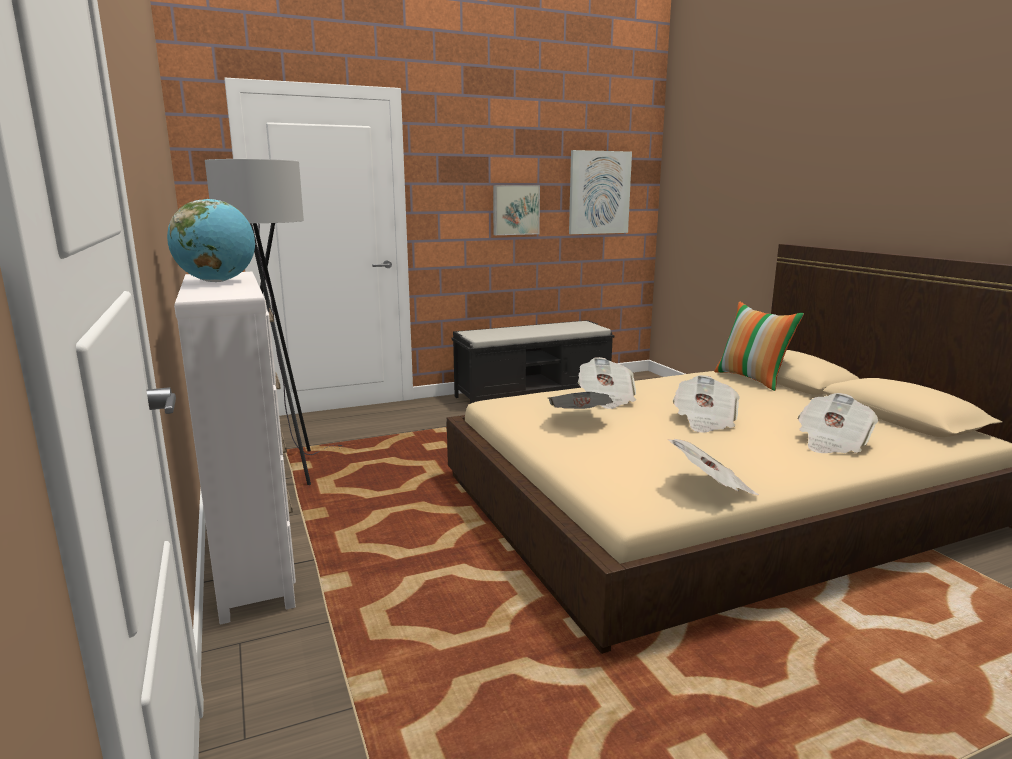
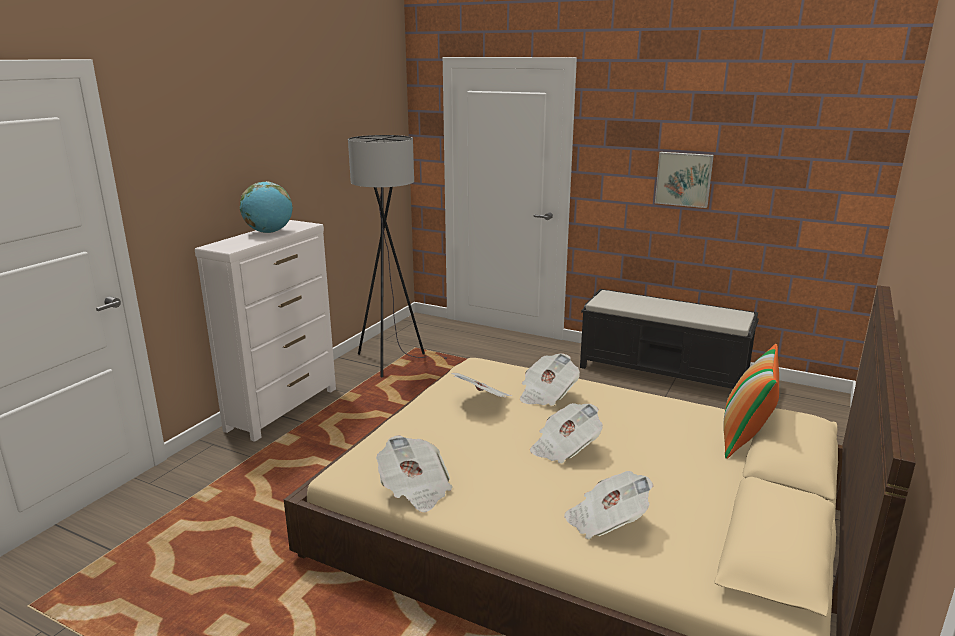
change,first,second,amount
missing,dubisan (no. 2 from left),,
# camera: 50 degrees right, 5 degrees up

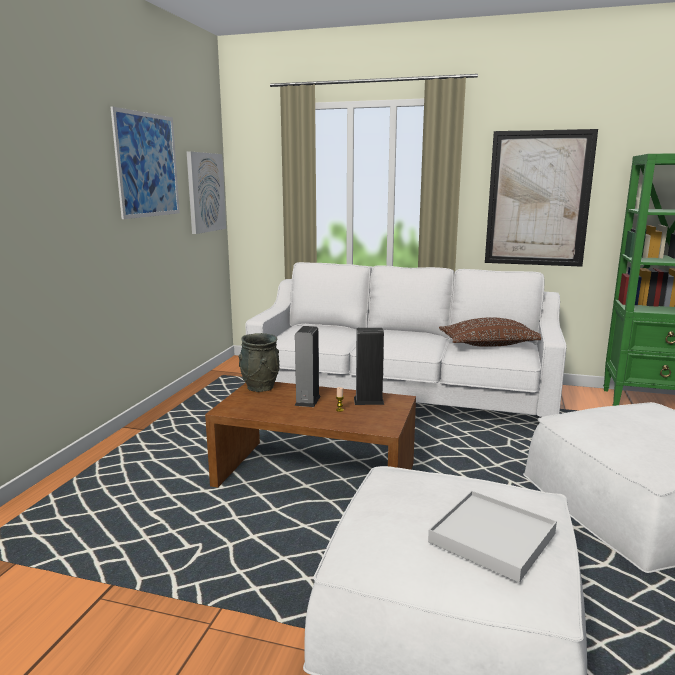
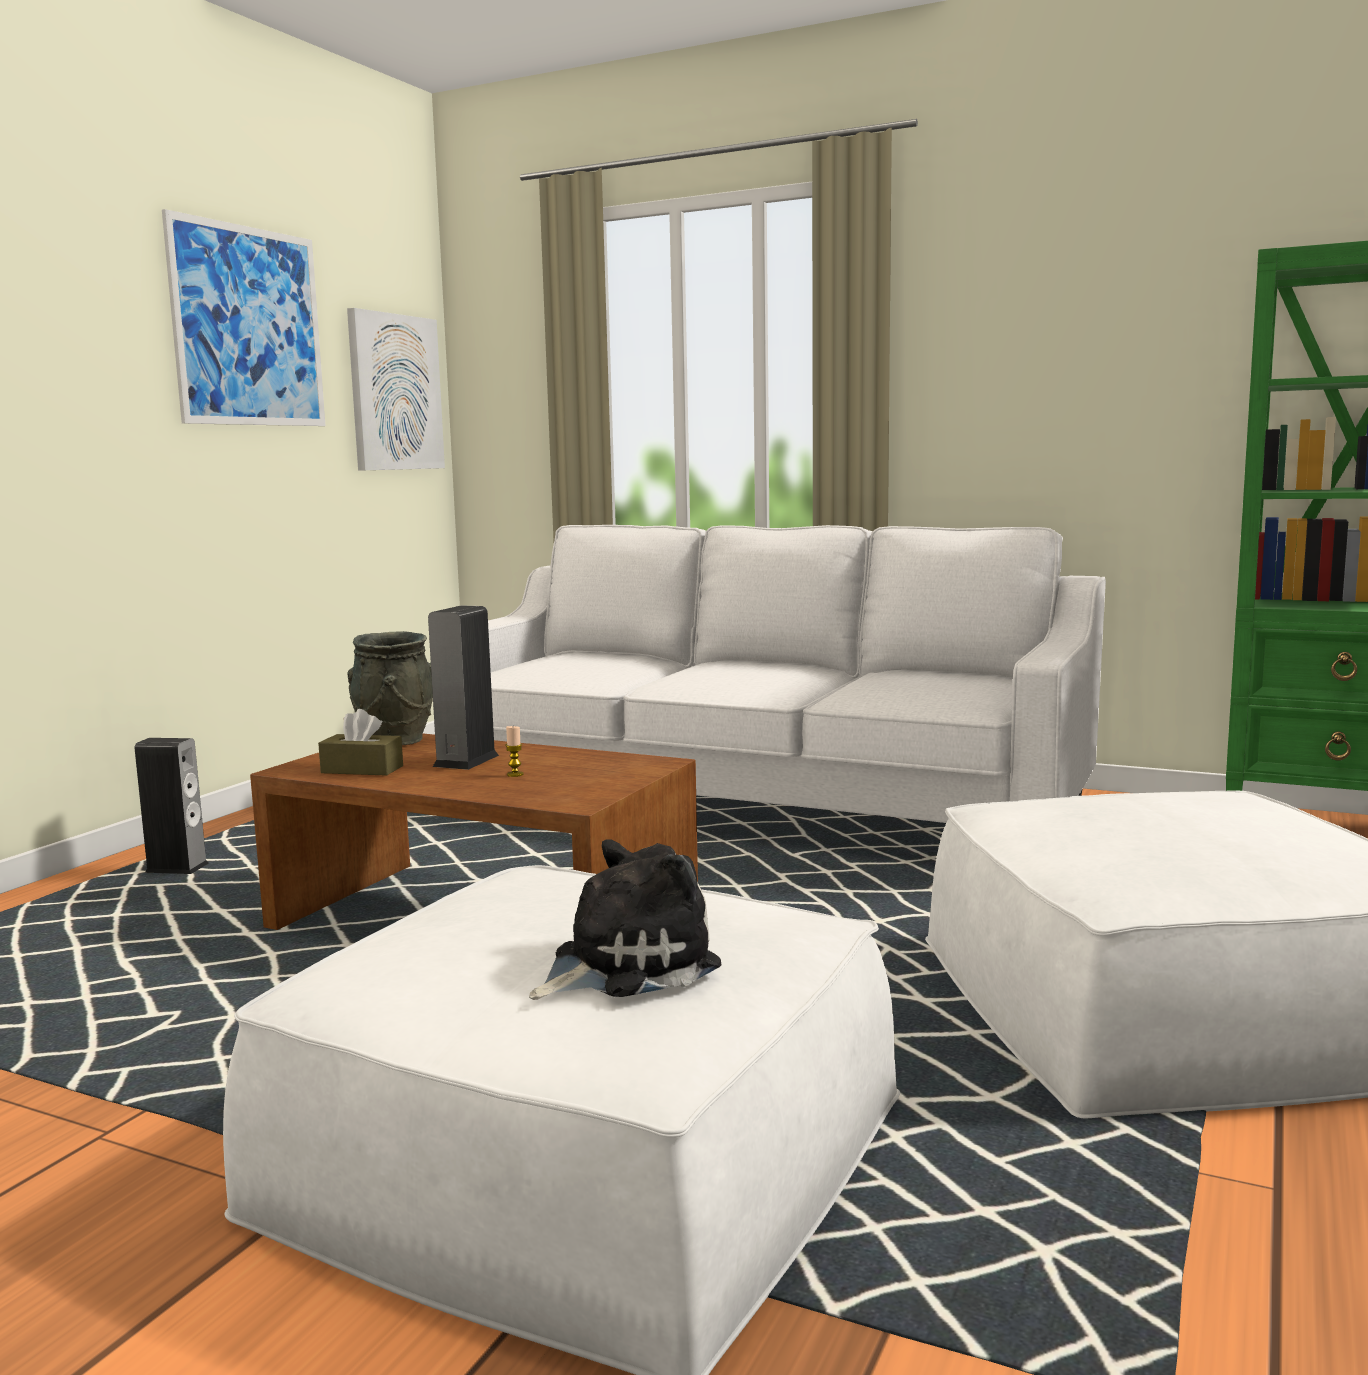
change,first,second,amount
missing,dubisan (no. 3 from left),,
missing,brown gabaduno,,
relocated,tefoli (no. 2 from left in the first image),tefoli (no. 1 from left),
exchanged,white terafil,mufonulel,
appeared,,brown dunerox,
# camera: 10 degrees right, 5 degrees down

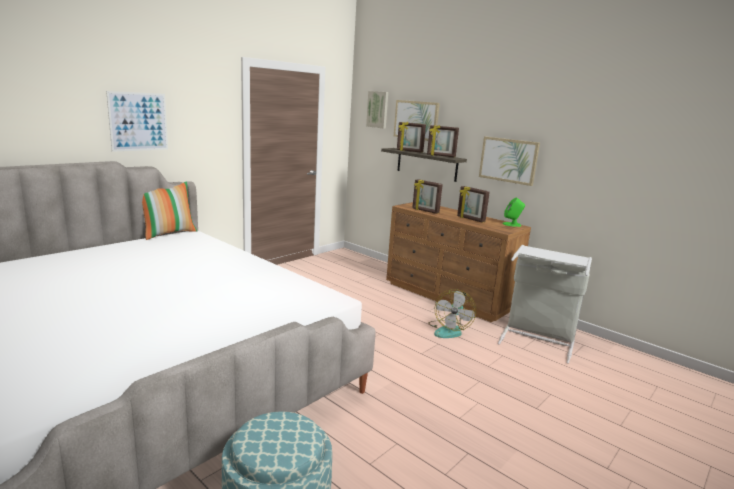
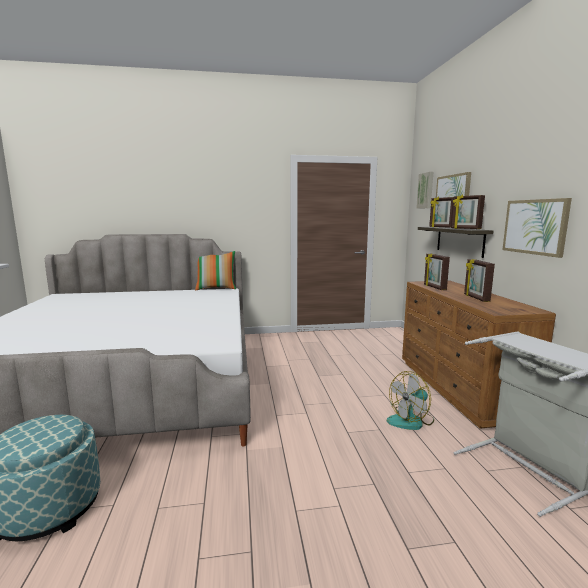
change,first,second,amount
missing,dubisan (no. 1 from left),,
missing,green tefoli,,
# camera: 40 degrees right, 5 degrees down

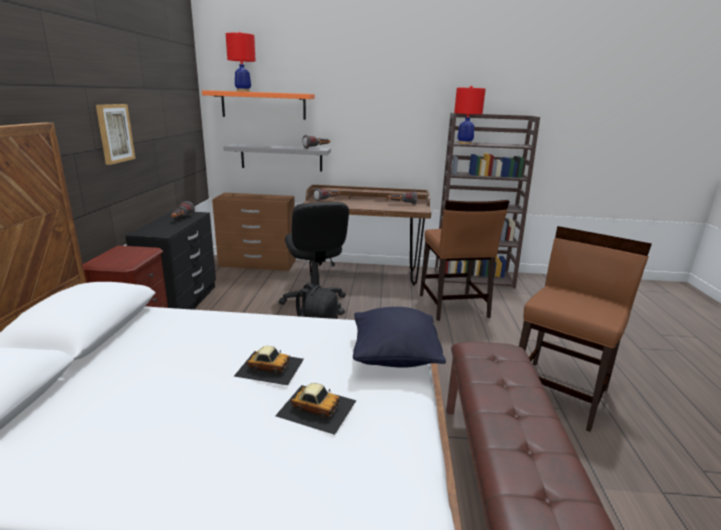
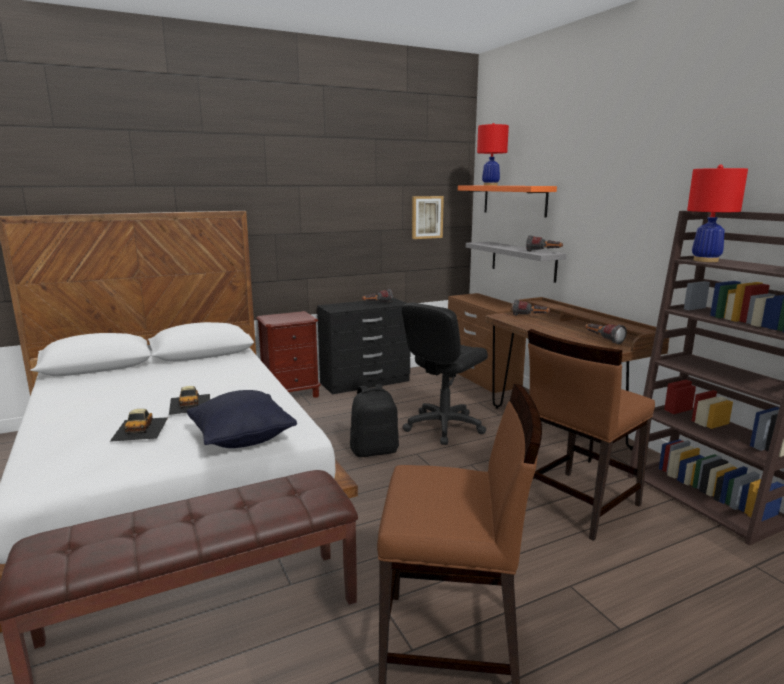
change,first,second,amount
relocated,dubisan,,
# camera: 60 degrees right, 5 degrees down

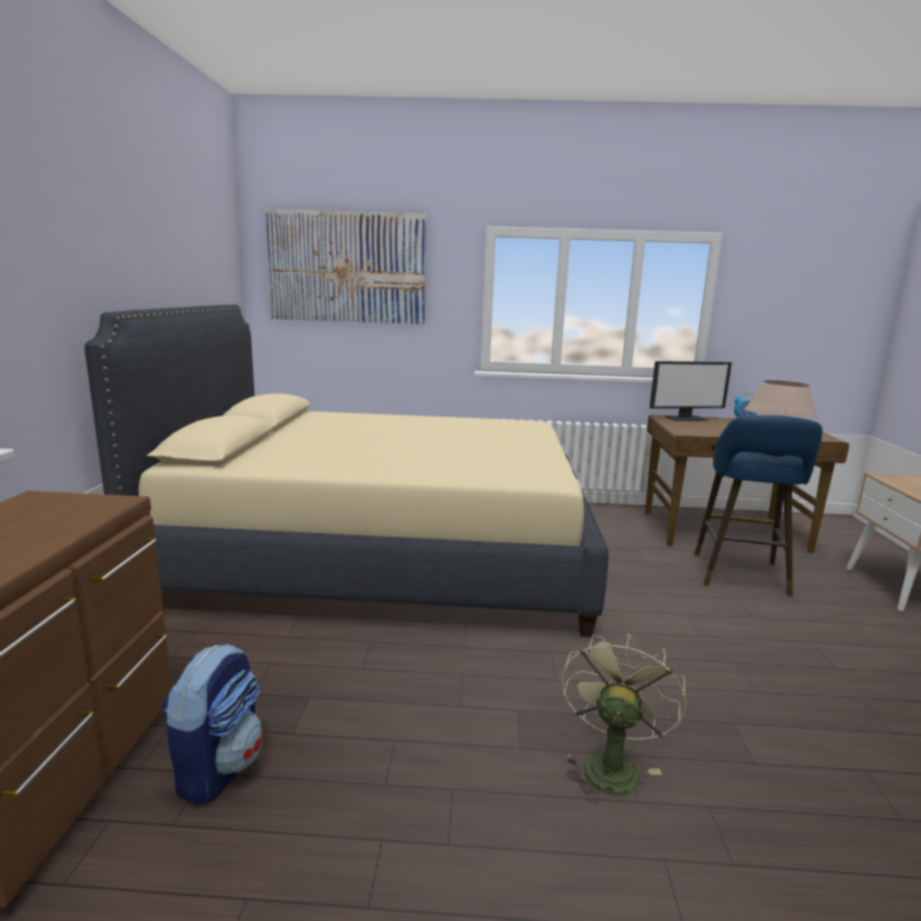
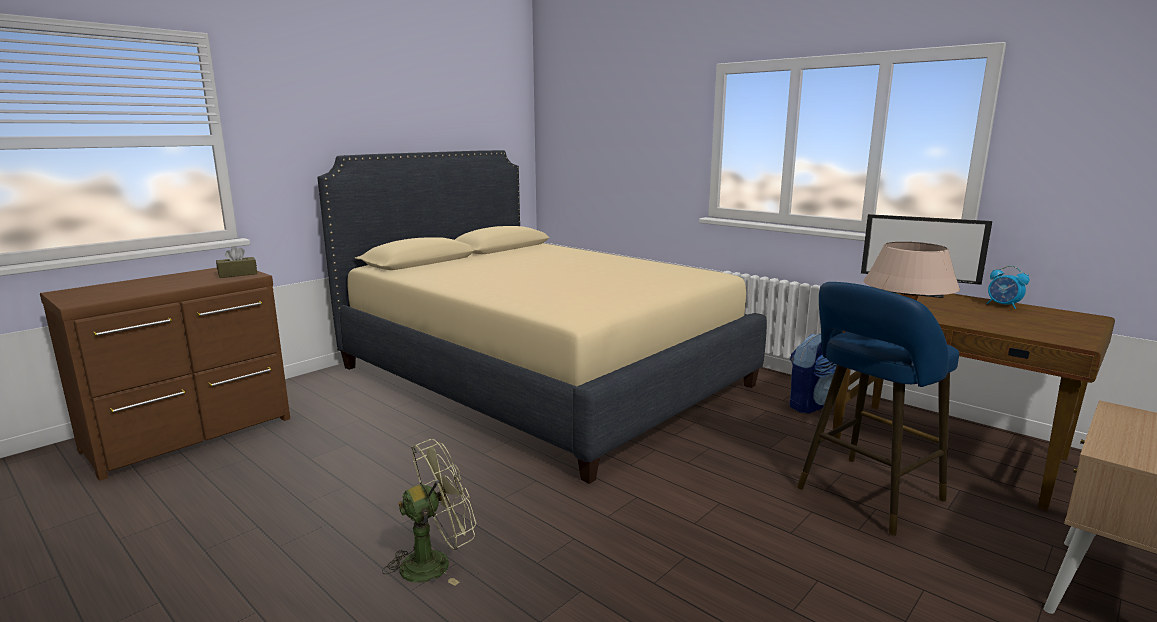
change,first,second,amount
missing,dubisan,,
relocated,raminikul,,
appeared,,brown dunerox,
# camera: 40 degrees right, 0 degrees up

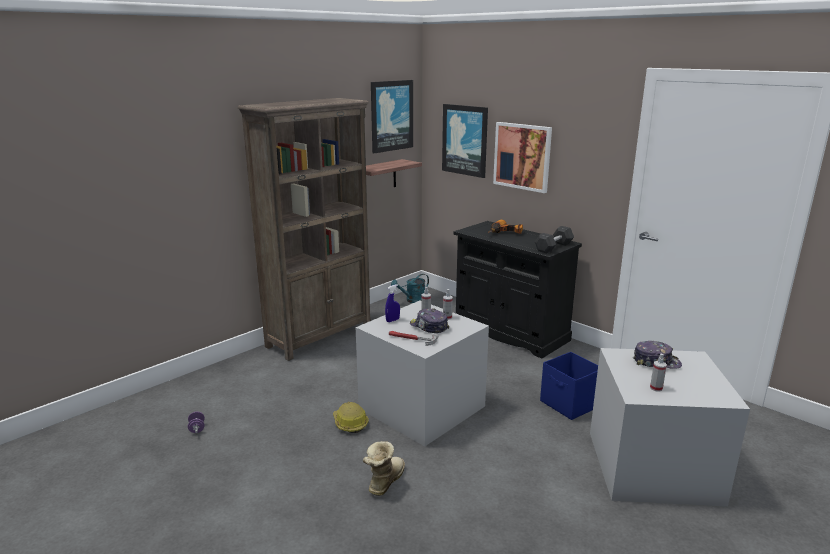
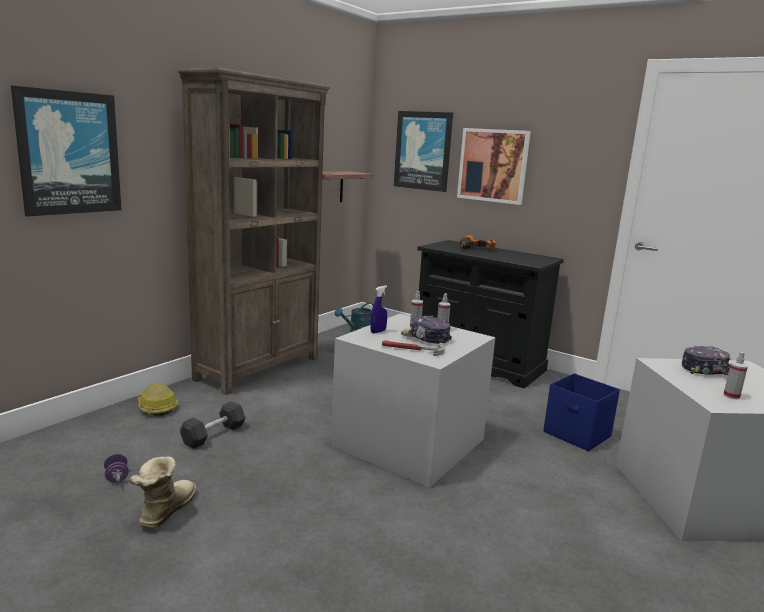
change,first,second,amount
relocated,dubisan (no. 1 from left),,
relocated,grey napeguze,,
relocated,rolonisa,,
relocated,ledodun,,
# camera: 10 degrees left, 5 degrees down

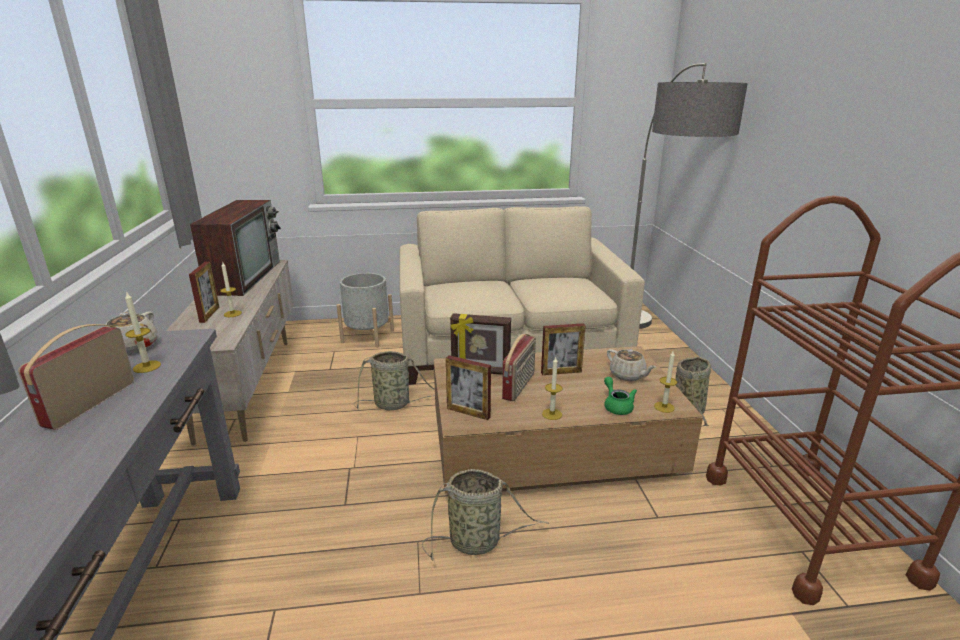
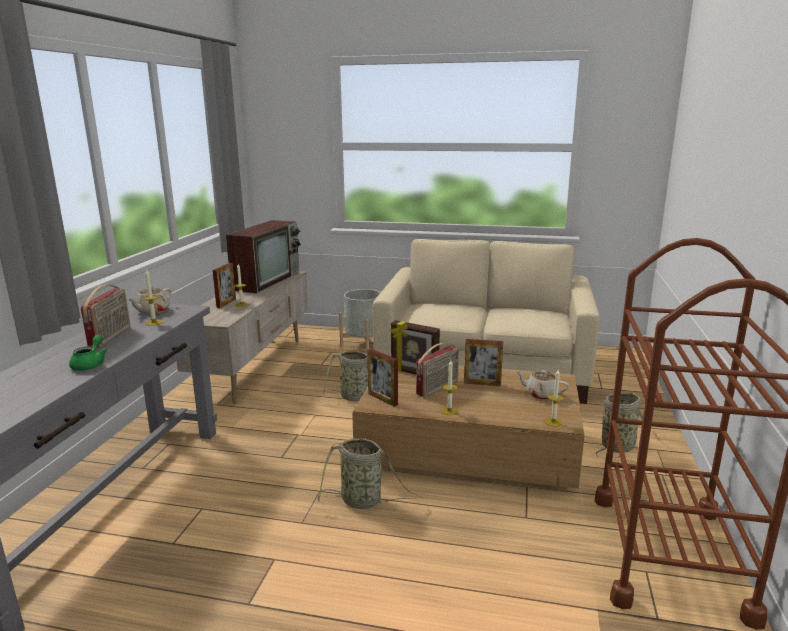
change,first,second,amount
missing,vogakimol,,
spun,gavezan (no. 1 from left),,150 degrees clockwise
spun,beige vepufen (no. 2 from left),,135 degrees clockwise
relocated,green vepufen,,
# camera: 20 degrees right, 5 degrees down

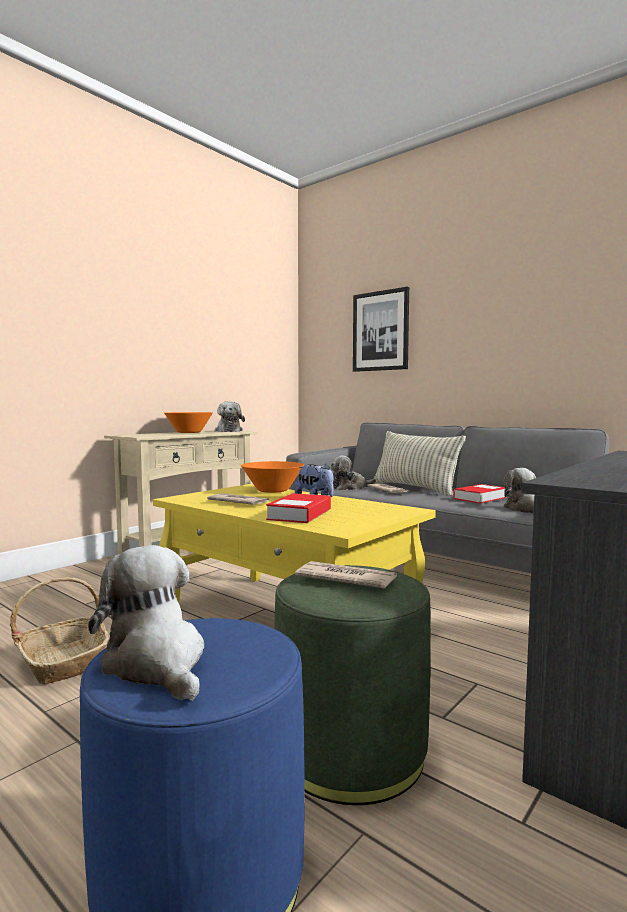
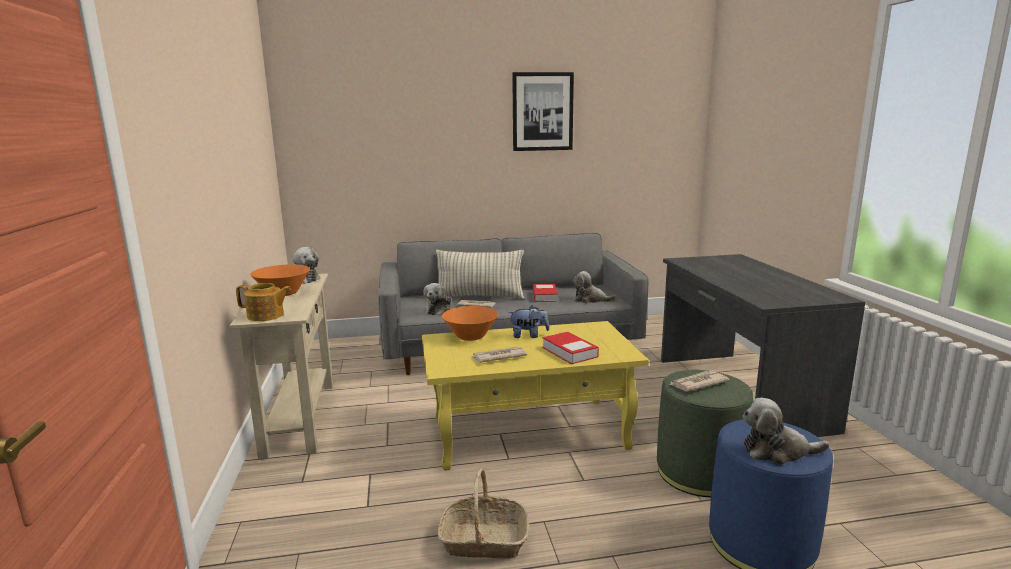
change,first,second,amount
relocated,dubisan,,
appeared,,vepufen,
# camera: 50 degrees left, 10 degrees up

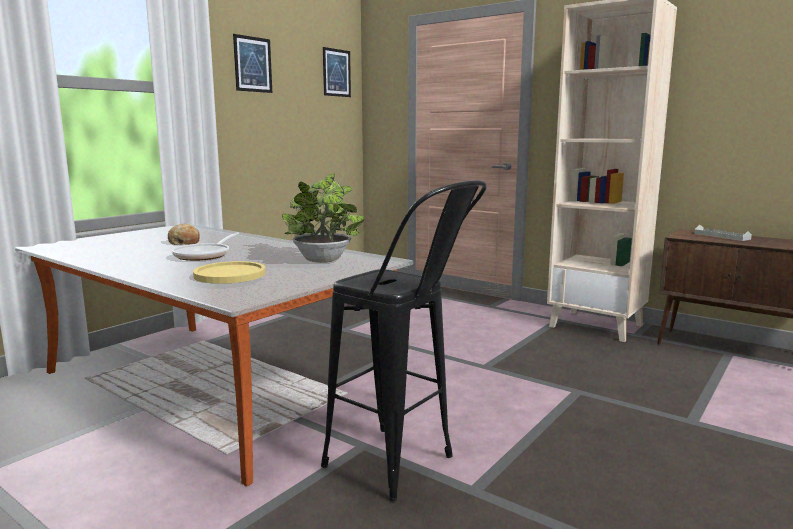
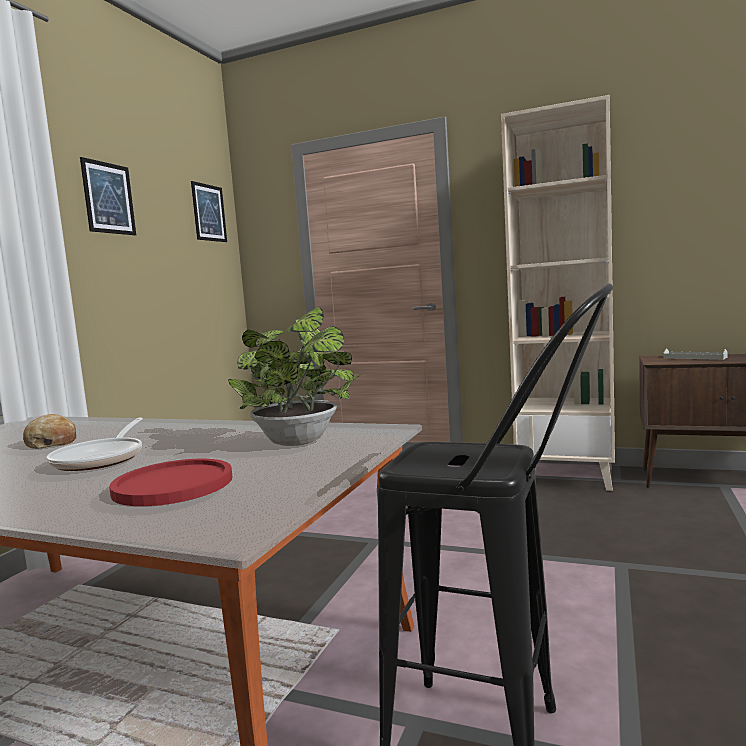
change,first,second,amount
colour,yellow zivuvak,red zivuvak,
# camera: 15 degrees left, 5 degrees down

